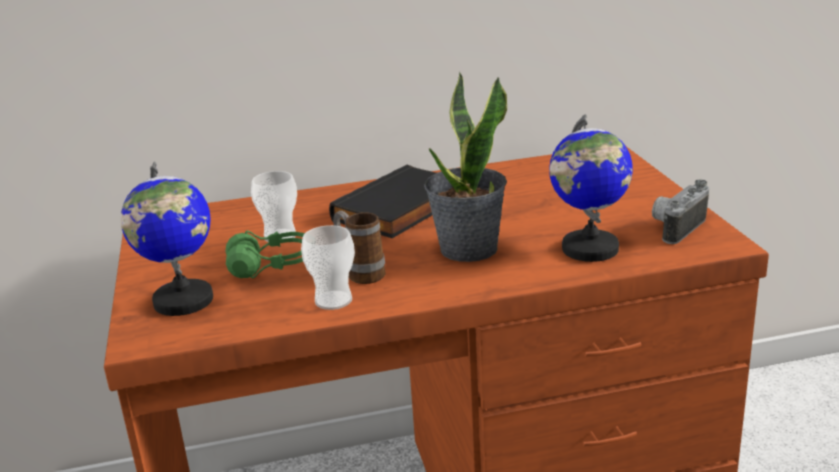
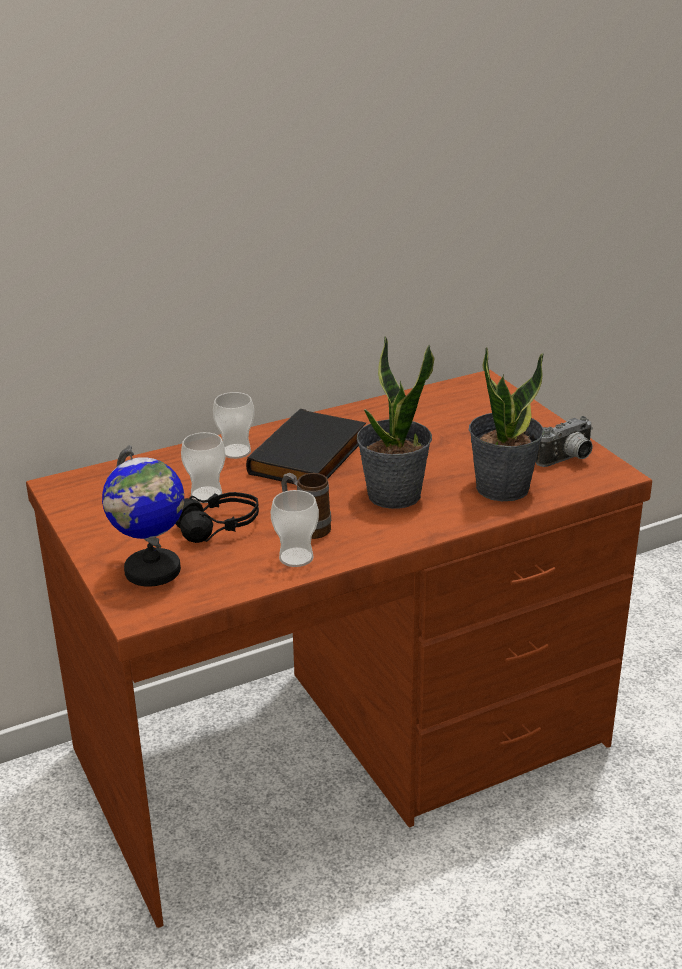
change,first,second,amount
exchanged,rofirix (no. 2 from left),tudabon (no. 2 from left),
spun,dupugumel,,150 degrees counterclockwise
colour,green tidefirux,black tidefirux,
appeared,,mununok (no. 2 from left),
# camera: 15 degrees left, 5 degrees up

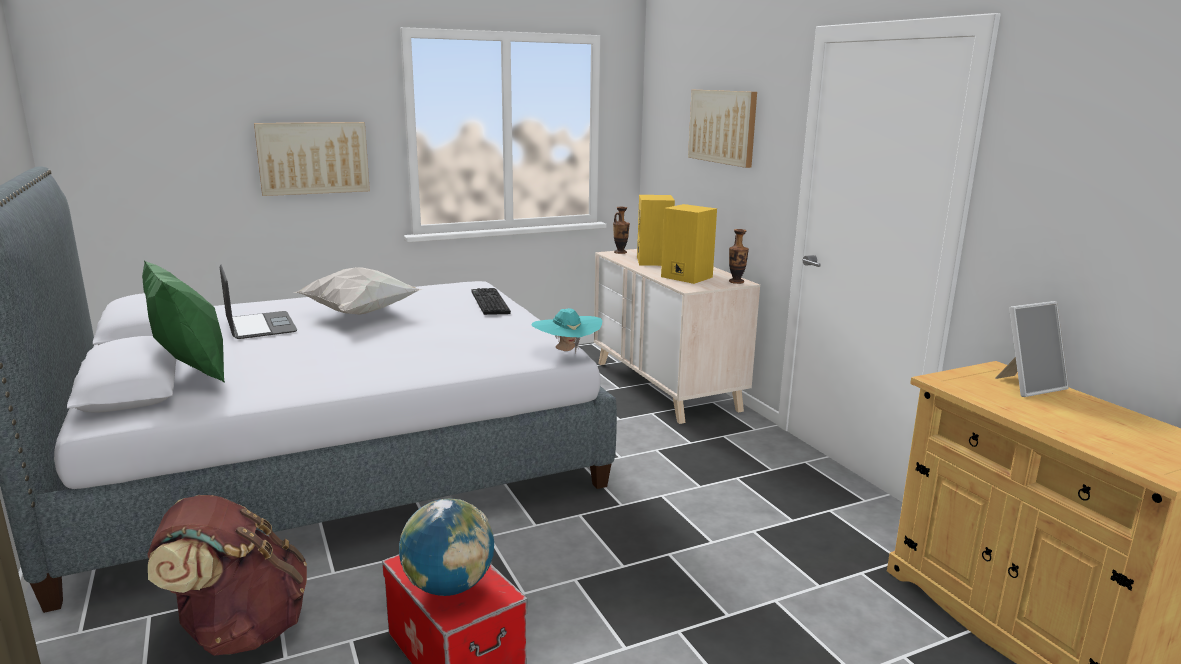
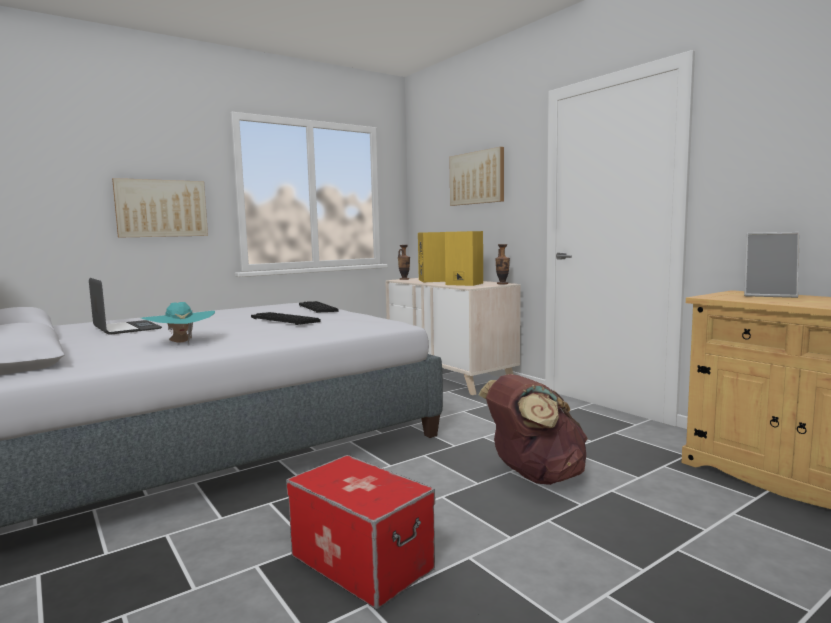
change,first,second,amount
missing,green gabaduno,,
missing,white gabaduno,,
spun,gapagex,,60 degrees clockwise
relocated,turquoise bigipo,,
relocated,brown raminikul,,
missing,rofirix,,
appeared,,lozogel (no. 1 from left),
# camera: 10 degrees left, 10 degrees down

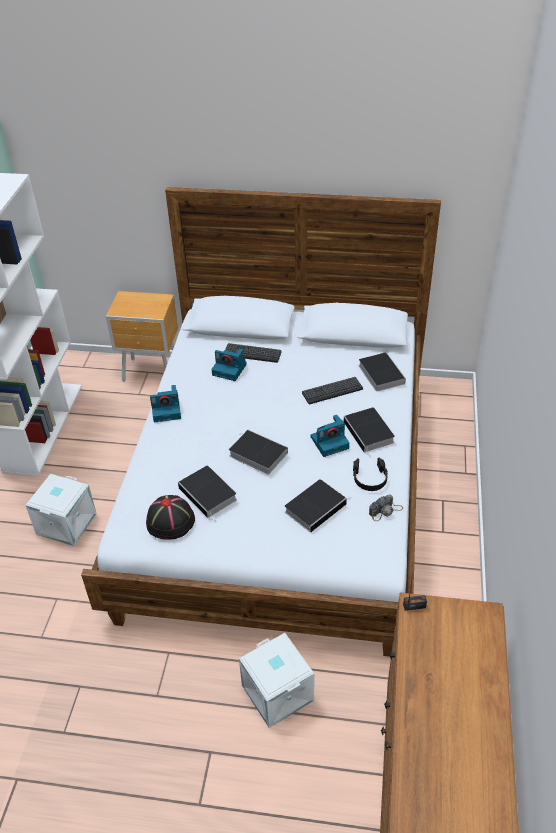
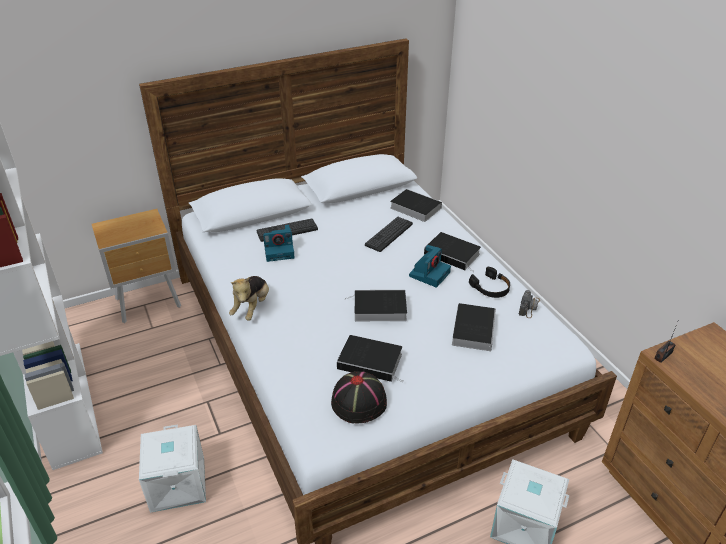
change,first,second,amount
exchanged,dupugumel (no. 1 from left),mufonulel,
# camera: 35 degrees left, 5 degrees down

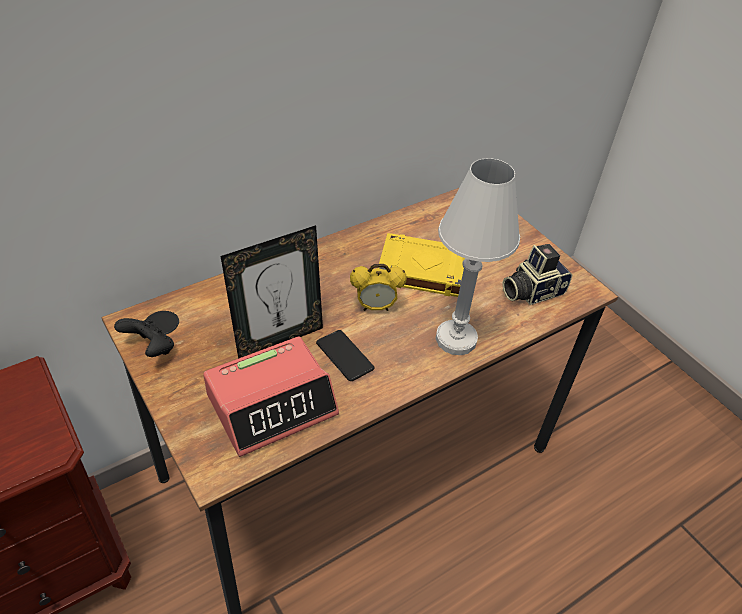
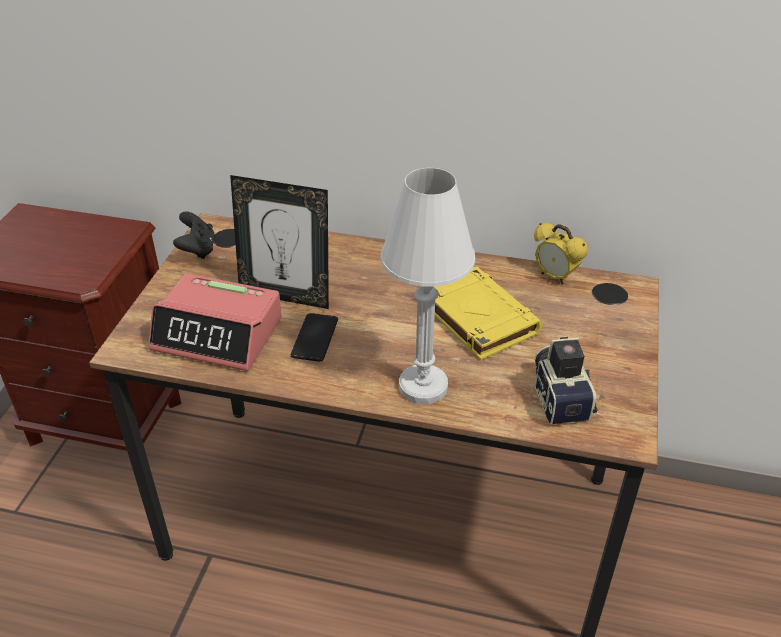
change,first,second,amount
spun,dupugumel,,60 degrees clockwise
relocated,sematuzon (no. 2 from left),,
# camera: 50 degrees right, 5 degrees down

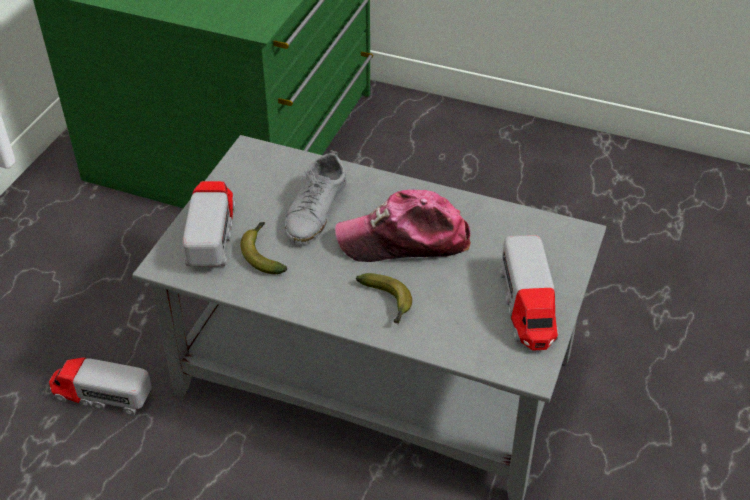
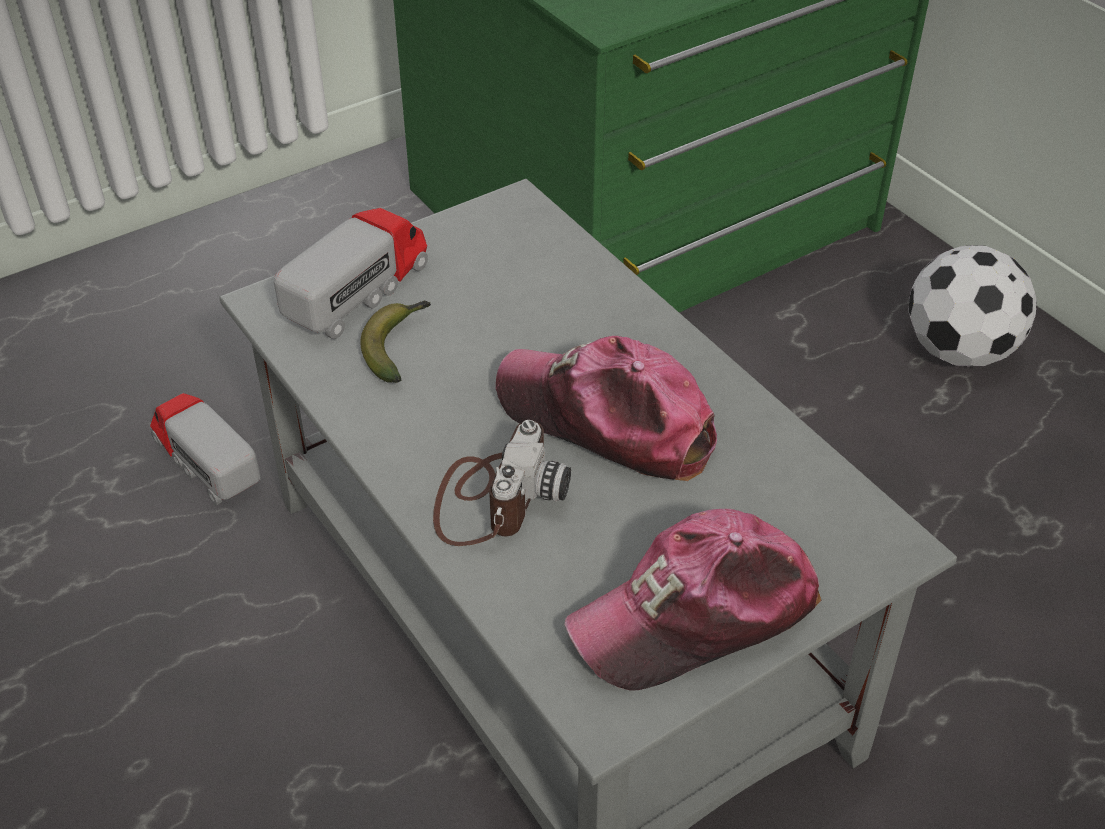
change,first,second,amount
missing,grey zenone,,
exchanged,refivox (no. 3 from left),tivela (no. 2 from left),
exchanged,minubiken (no. 2 from left),dupugumel,
appeared,,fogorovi,
# camera: 35 degrees right, 0 degrees up

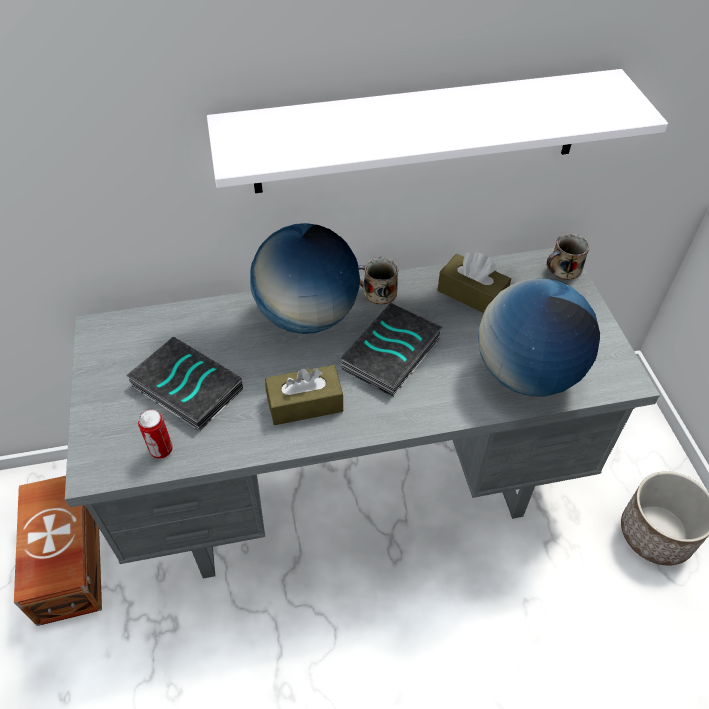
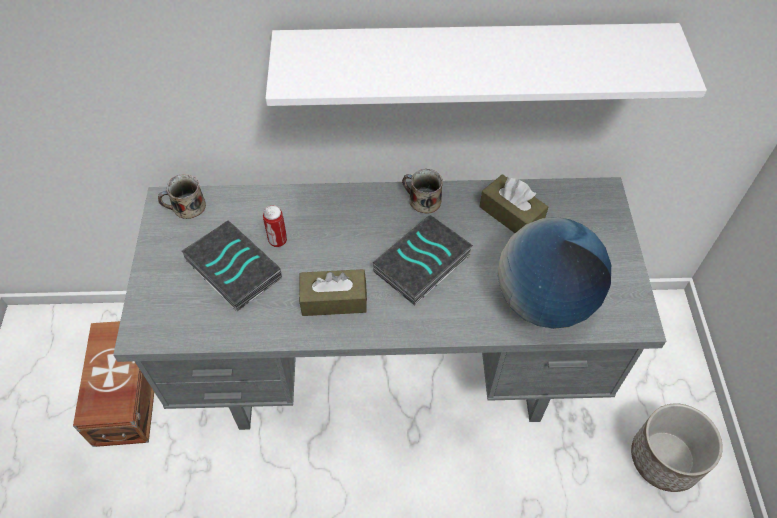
change,first,second,amount
missing,rofirix (no. 1 from left),,
relocated,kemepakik (no. 2 from left in the first image),kemepakik (no. 1 from left),
relocated,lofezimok,,
# camera: 10 degrees right, 5 degrees up

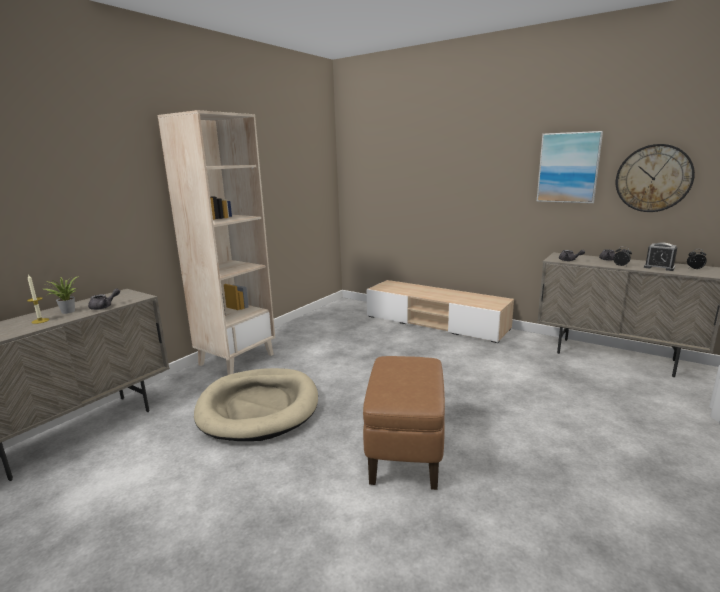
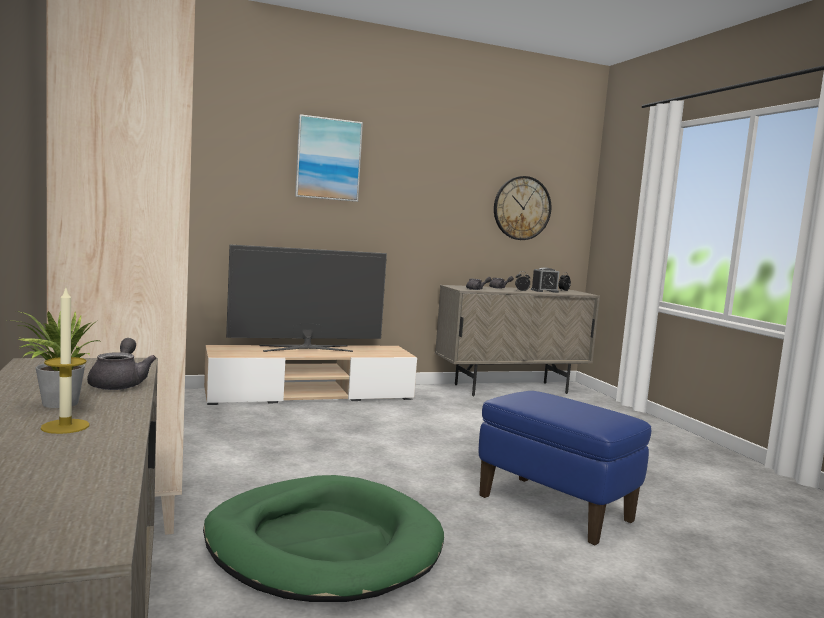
change,first,second,amount
relocated,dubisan,,
colour,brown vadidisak,blue vadidisak,
colour,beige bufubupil,green bufubupil,
appeared,,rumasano,
# camera: 55 degrees left, 10 degrees down

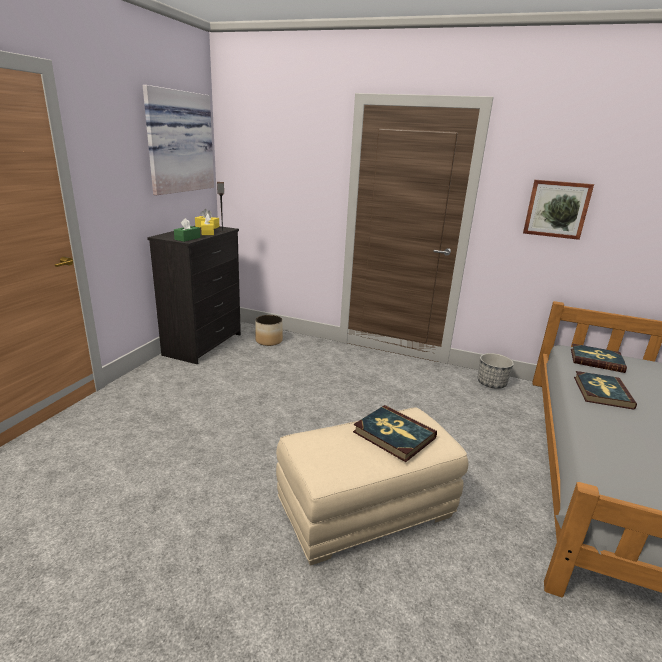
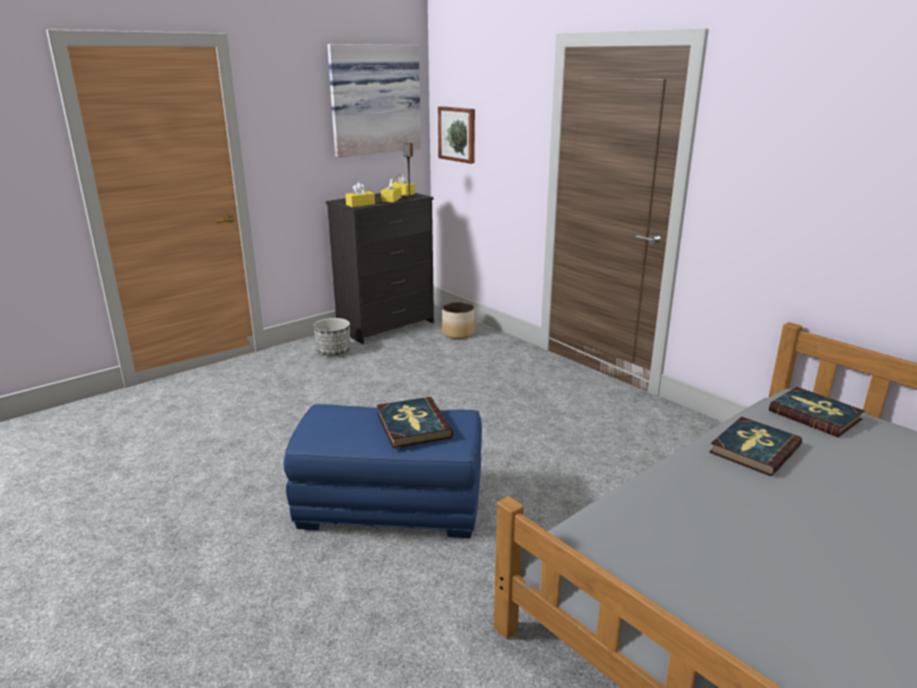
change,first,second,amount
relocated,dubisan (no. 2 from left),,
colour,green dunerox,yellow dunerox (no. 1 from left),
relocated,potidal (no. 2 from left in the first image),potidal (no. 1 from left),
colour,beige vadidisak,blue vadidisak,
# camera: 30 degrees right, 0 degrees up

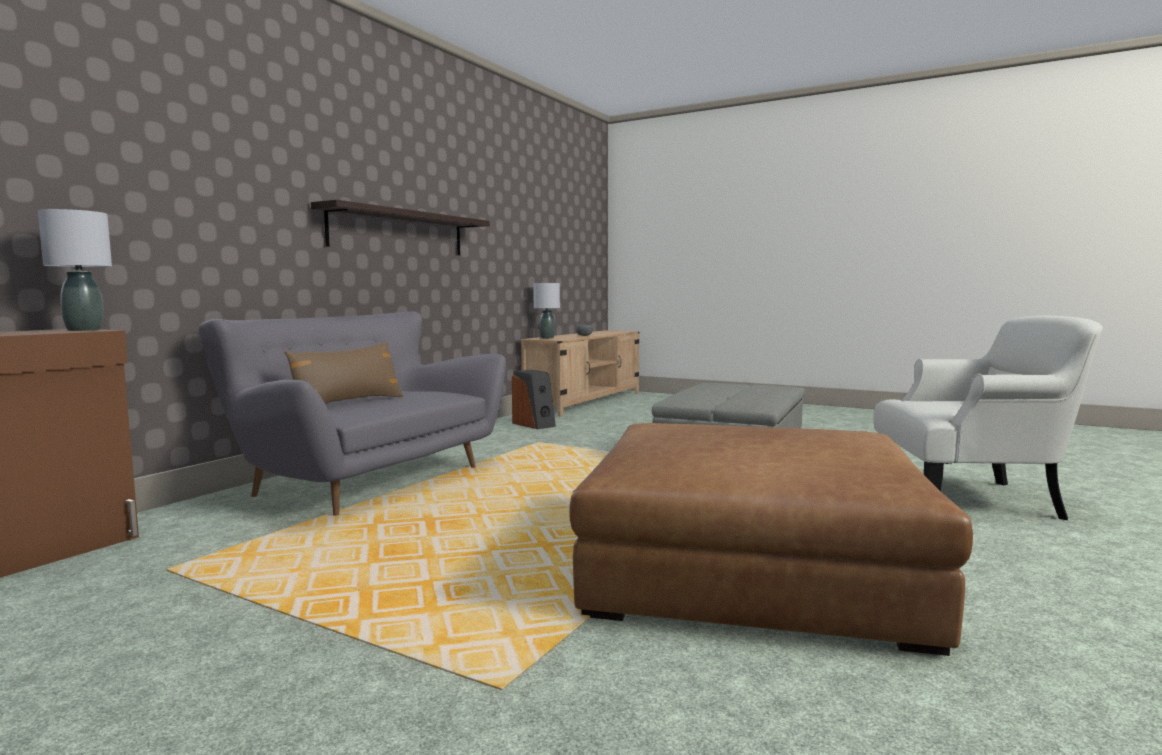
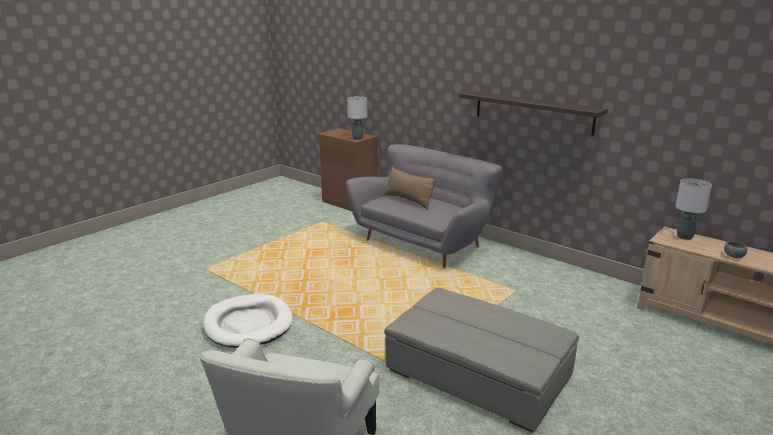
change,first,second,amount
missing,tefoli,,
exchanged,brown vadidisak,white bufubupil,
# camera: 100 degrees right, 15 degrees up

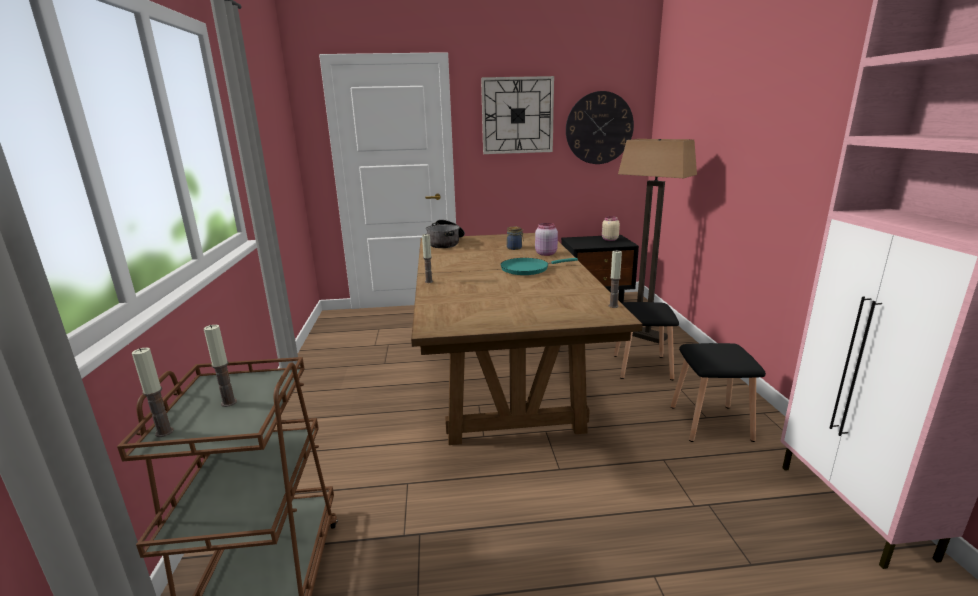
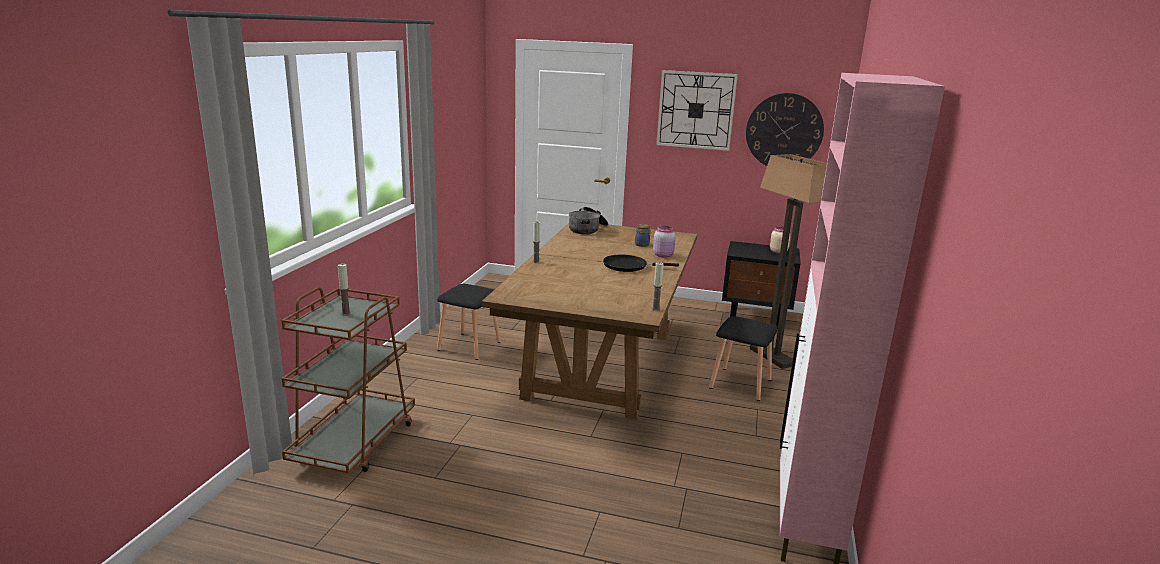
change,first,second,amount
colour,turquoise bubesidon,black bubesidon,
relocated,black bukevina (no. 2 from left in the first image),black bukevina (no. 1 from left),
missing,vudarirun (no. 1 from left),,
# camera: 20 degrees right, 0 degrees up

